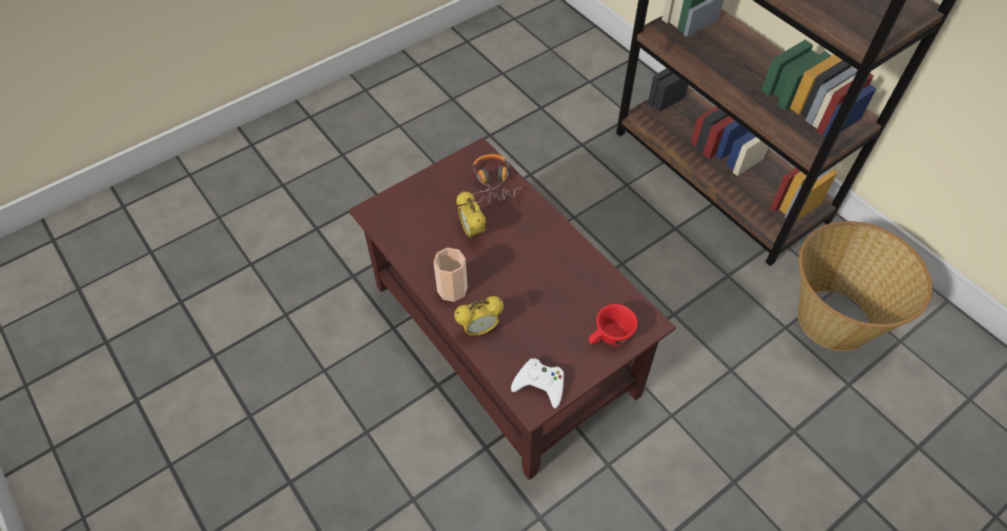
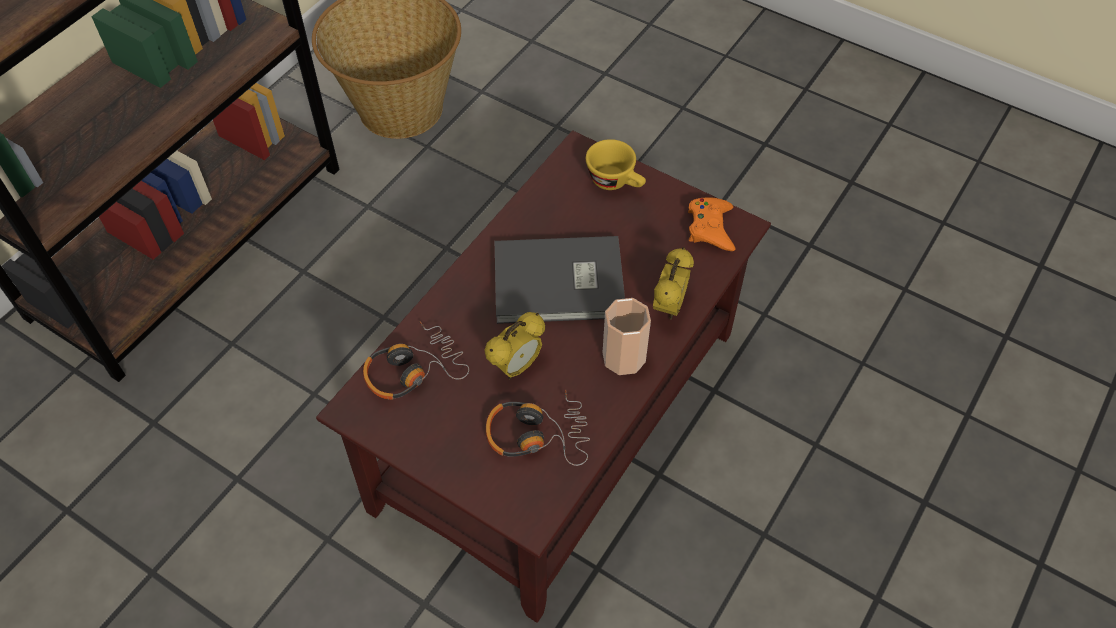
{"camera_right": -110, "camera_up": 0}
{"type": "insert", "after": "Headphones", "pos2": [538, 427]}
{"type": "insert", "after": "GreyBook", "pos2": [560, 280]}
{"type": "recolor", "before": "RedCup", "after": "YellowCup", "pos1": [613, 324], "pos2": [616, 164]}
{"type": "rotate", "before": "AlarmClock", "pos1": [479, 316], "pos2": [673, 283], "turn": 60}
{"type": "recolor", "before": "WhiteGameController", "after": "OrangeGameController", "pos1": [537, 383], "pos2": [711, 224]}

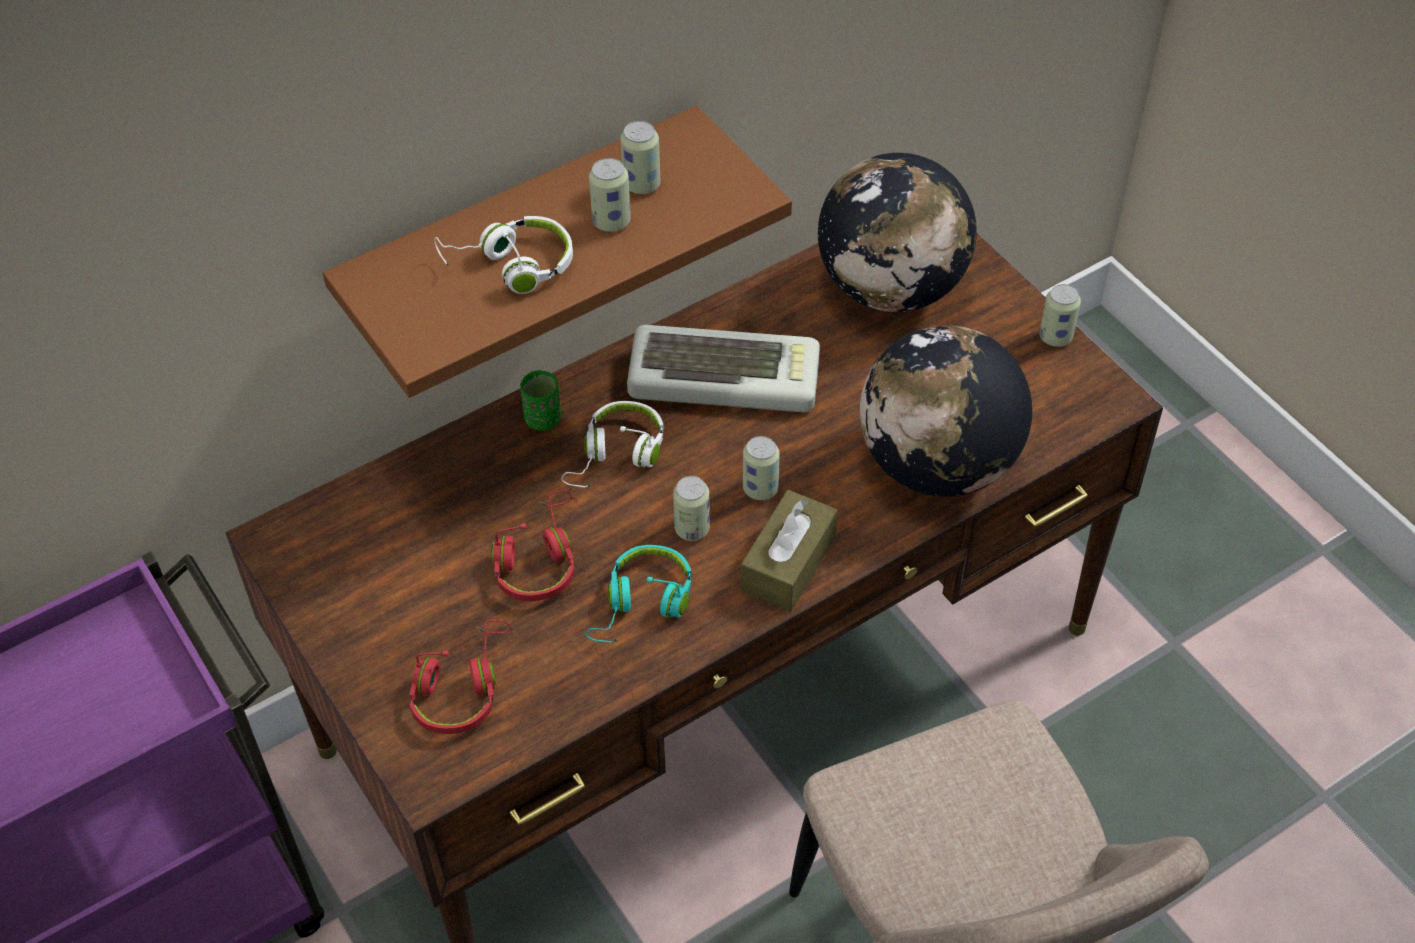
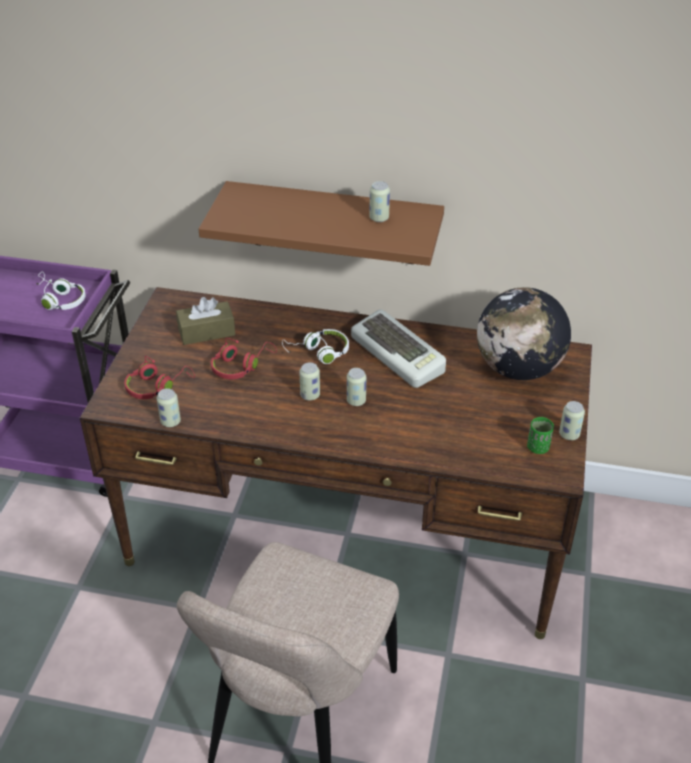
{"camera_right": 45, "camera_up": -10}
{"type": "move", "before": "WhiteHeadphones", "pos1": [503, 255], "pos2": [61, 290]}
{"type": "move", "before": "Can", "pos1": [610, 195], "pos2": [169, 407]}
{"type": "move", "before": "BrownTissueBox", "pos1": [789, 551], "pos2": [205, 321]}
{"type": "move", "before": "GreenCup", "pos1": [540, 400], "pos2": [540, 435]}
{"type": "delete", "before": "TurquoiseHeadphones", "pos1": [639, 594]}
{"type": "delete", "before": "Globe", "pos1": [946, 411]}

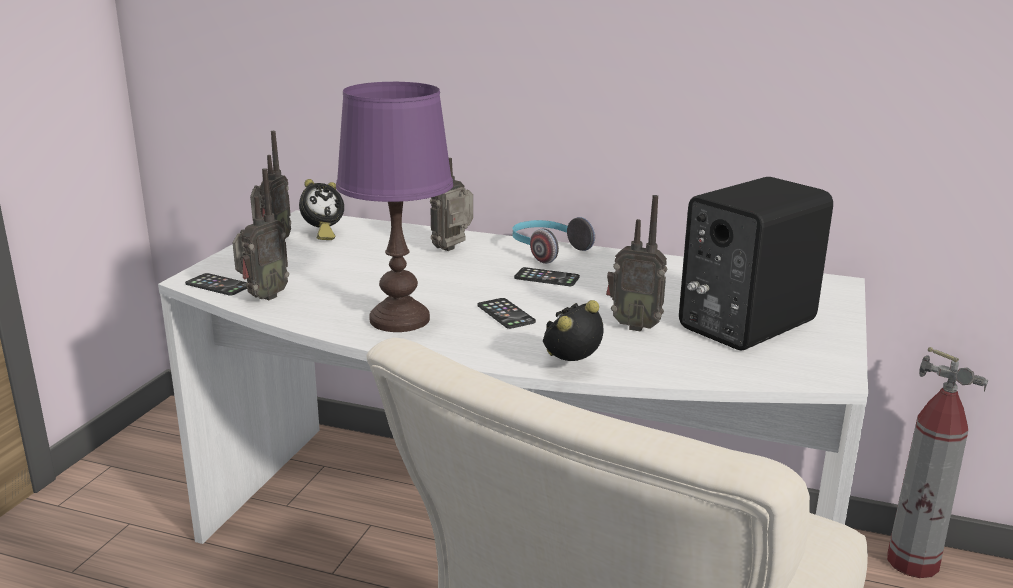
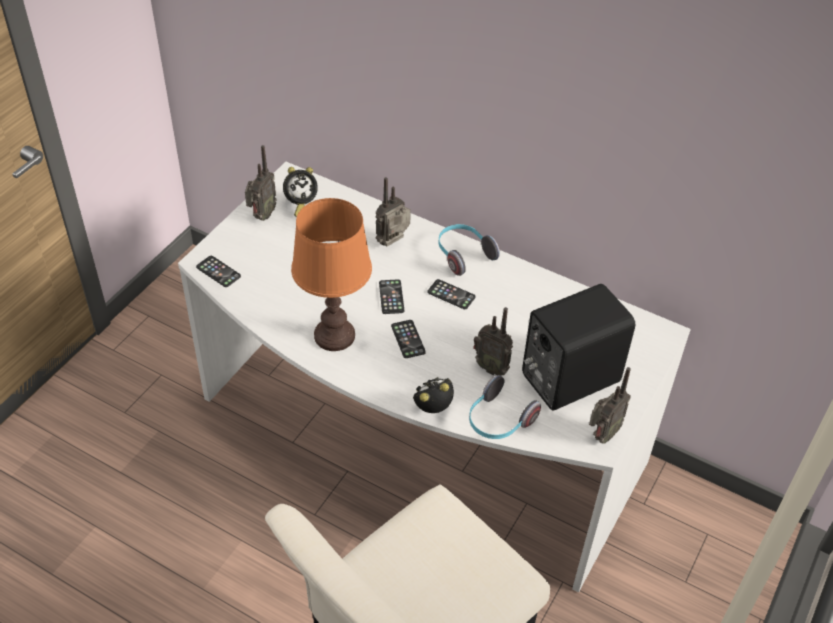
{"camera_right": 10, "camera_up": 25}
{"type": "recolor", "before": "PurpleTableLamp", "after": "OrangeTableLamp", "pos1": [394, 207], "pos2": [331, 274]}
{"type": "insert", "after": "Phone", "pos2": [391, 296]}
{"type": "insert", "after": "Headphones", "pos2": [505, 407]}
{"type": "move", "before": "Radio", "pos1": [261, 234], "pos2": [610, 405]}
{"type": "delete", "before": "FireExtinguisher", "pos1": [937, 462]}

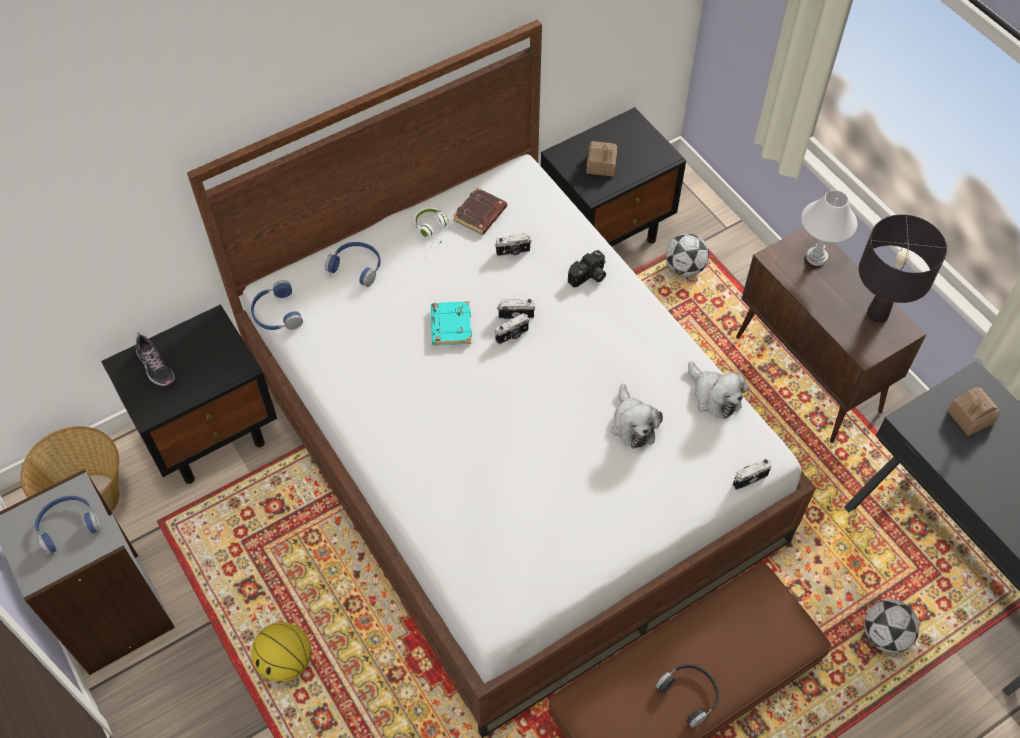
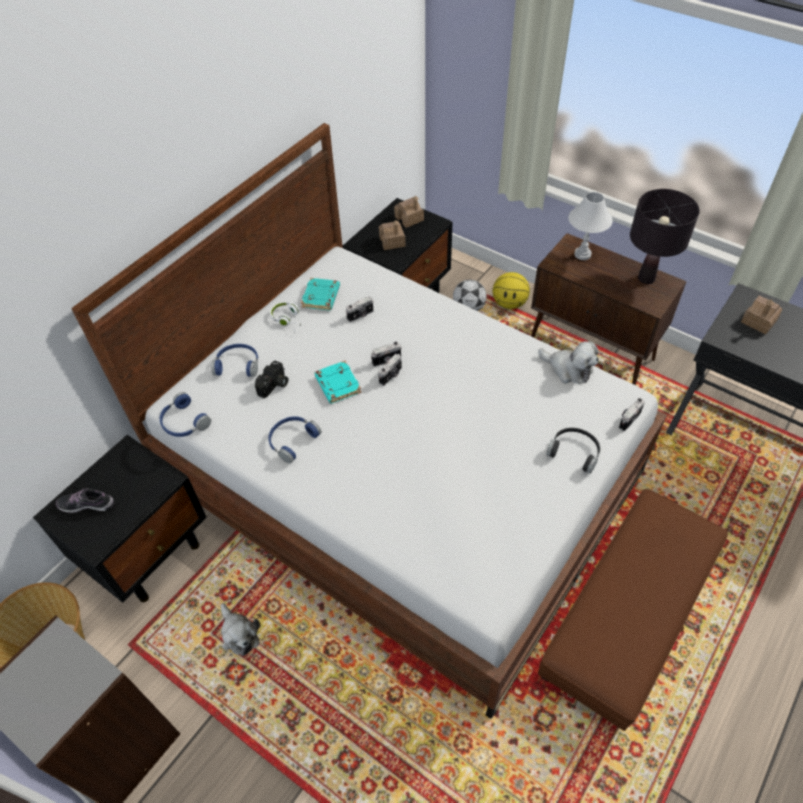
{"camera_right": -20, "camera_up": -5}
{"type": "rotate", "before": "Shoe", "pos1": [155, 359], "pos2": [85, 500], "turn": 150}
{"type": "move", "before": "PlushToy", "pos1": [637, 416], "pos2": [240, 629]}
{"type": "move", "before": "PhotoCamera", "pos1": [587, 268], "pos2": [272, 379]}
{"type": "move", "before": "BlueHeadphones", "pos1": [68, 525], "pos2": [295, 439]}
{"type": "recolor", "before": "BrownBook", "after": "TurquoiseBook", "pos1": [480, 211], "pos2": [320, 294]}
{"type": "insert", "after": "ToyHouse", "pos2": [409, 211]}
{"type": "move", "before": "Basketball", "pos1": [281, 652], "pos2": [511, 290]}
{"type": "move", "before": "BlackHeadphones", "pos1": [687, 696], "pos2": [573, 451]}
{"type": "delete", "before": "Football", "pos1": [891, 626]}

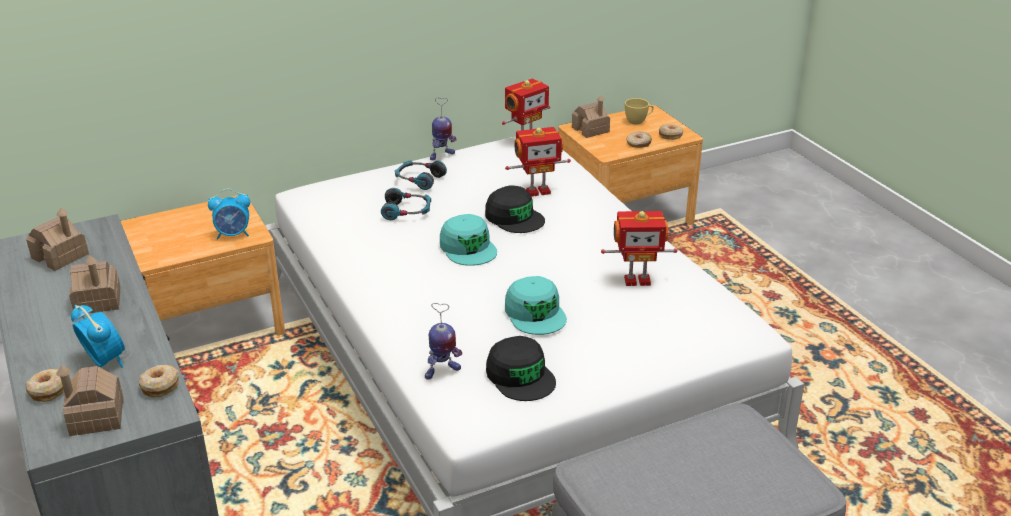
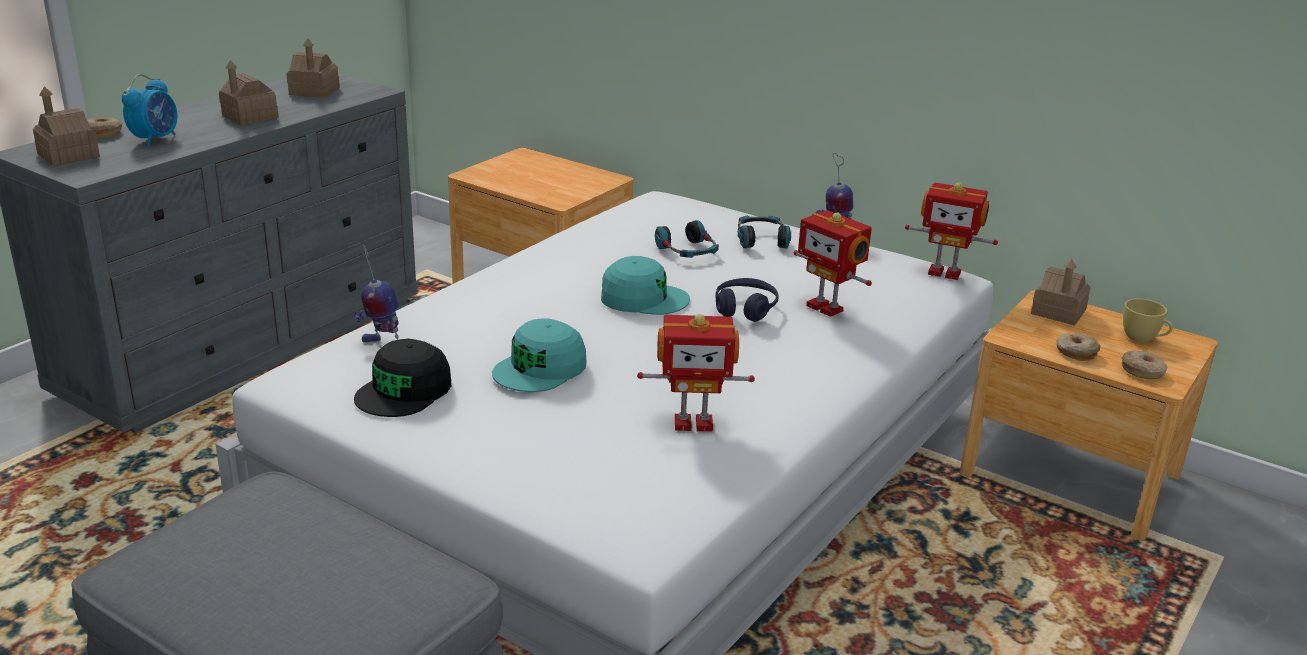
{"camera_right": 60, "camera_up": -5}
{"type": "rotate", "before": "TurquoiseCap", "pos1": [468, 240], "pos2": [645, 285], "turn": -120}
{"type": "rotate", "before": "ToyRobot", "pos1": [639, 248], "pos2": [696, 373], "turn": -60}
{"type": "replace", "before": "BlackCap", "after": "PurpleHeadphones", "pos1": [515, 209], "pos2": [746, 300]}
{"type": "delete", "before": "Donut", "pos1": [158, 381]}
{"type": "delete", "before": "AlarmClock", "pos1": [229, 214]}

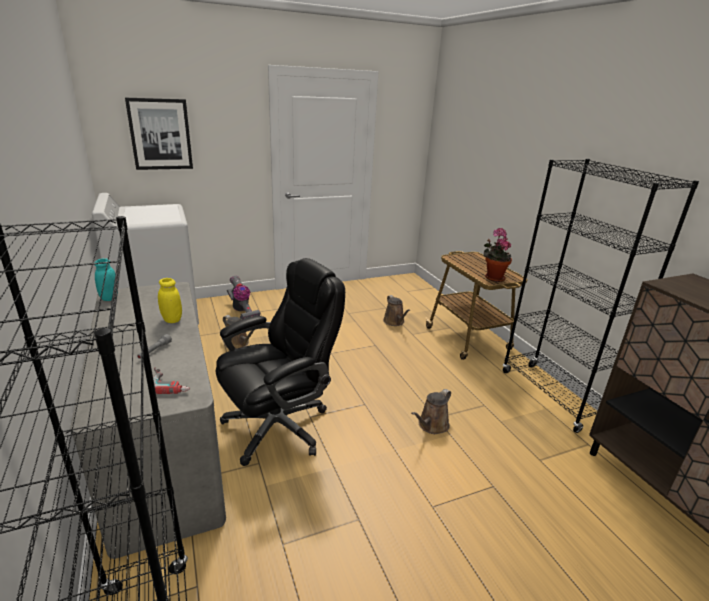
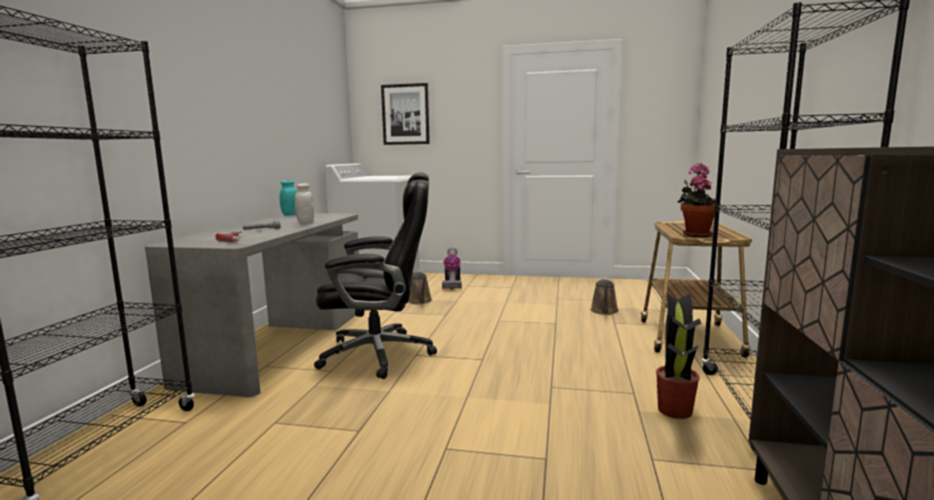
{"camera_right": 35, "camera_up": -15}
{"type": "recolor", "before": "YellowJar", "after": "WhiteJar", "pos1": [170, 300], "pos2": [304, 204]}
{"type": "insert", "after": "PottedPlant", "pos2": [678, 355]}
{"type": "delete", "before": "BrownWateringCan", "pos1": [431, 411]}

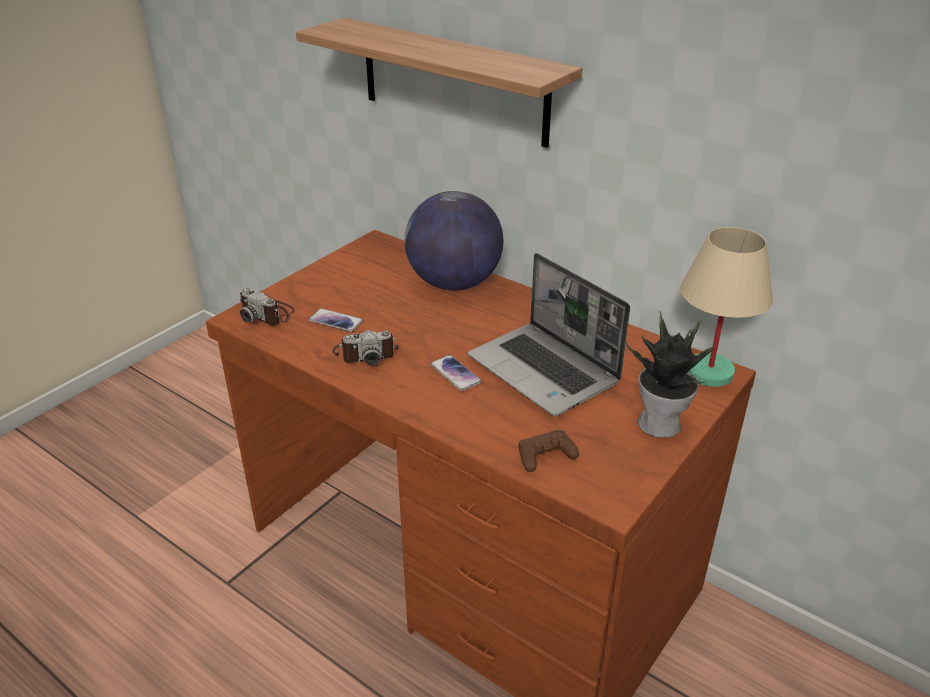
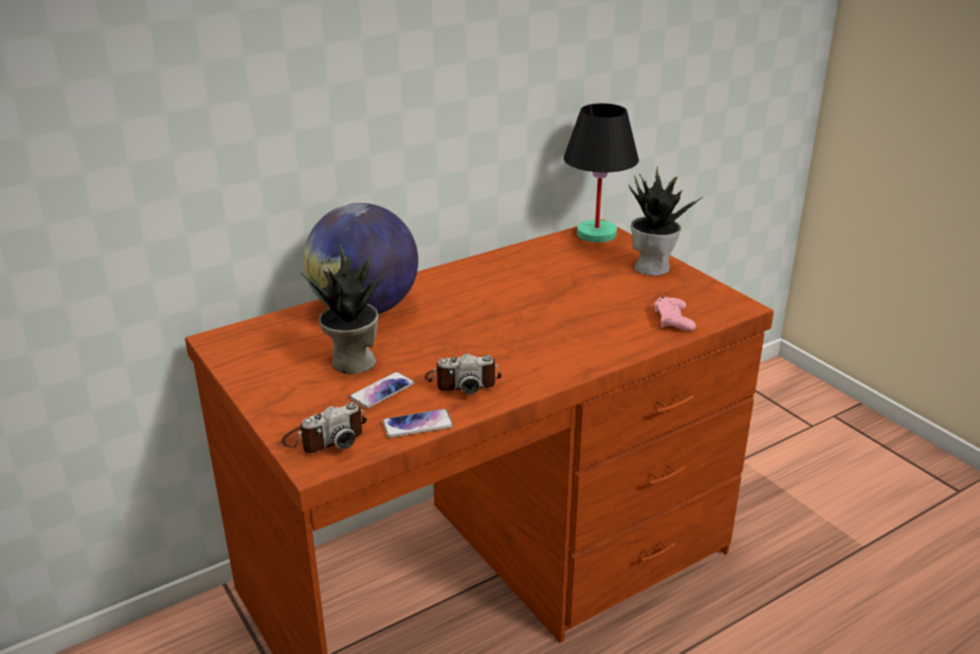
{"camera_right": -70, "camera_up": -5}
{"type": "insert", "after": "PottedPlant", "pos2": [344, 309]}
{"type": "move", "before": "Phone", "pos1": [456, 373], "pos2": [417, 423]}
{"type": "rotate", "before": "PhotoCamera", "pos1": [365, 347], "pos2": [462, 373], "turn": 75}
{"type": "recolor", "before": "BeigeTableLamp", "after": "BlackTableLamp", "pos1": [726, 307], "pos2": [601, 173]}
{"type": "recolor", "before": "BrownGameController", "after": "PinkGameController", "pos1": [548, 451], "pos2": [675, 314]}
{"type": "delete", "before": "Shelf", "pos1": [439, 83]}
{"type": "delete", "before": "Laptop", "pos1": [549, 334]}

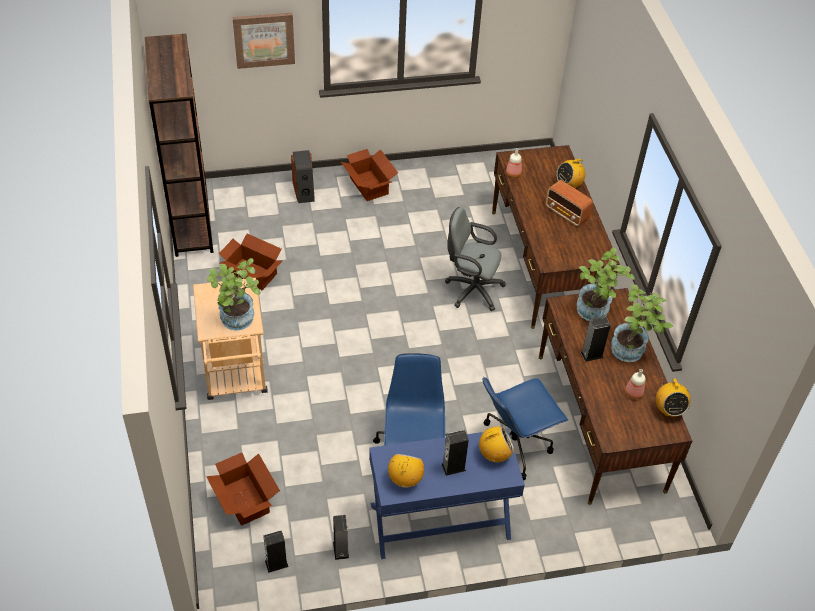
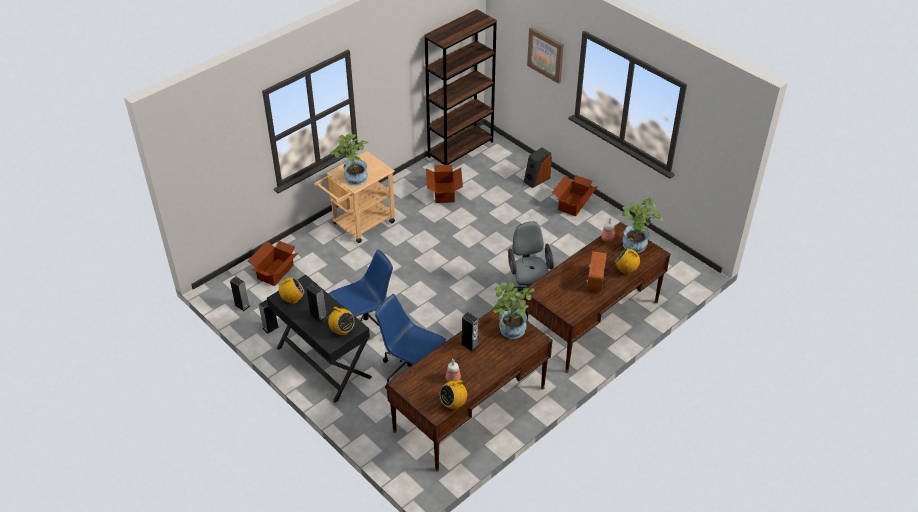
{"camera_right": 60, "camera_up": -5}
{"type": "recolor", "before": "BlueDesk", "after": "BlackDesk", "pos1": [447, 494], "pos2": [319, 338]}
{"type": "move", "before": "PottedPlant", "pos1": [642, 323], "pos2": [643, 225]}

